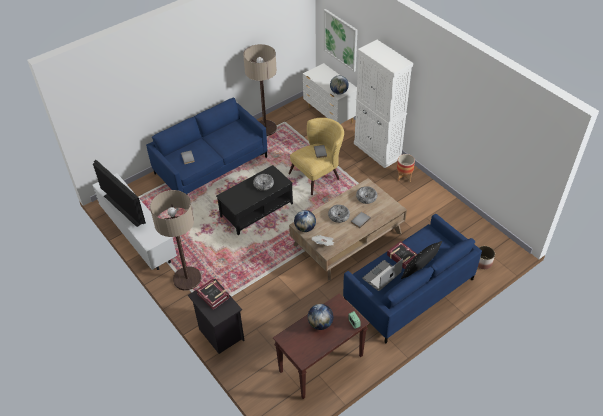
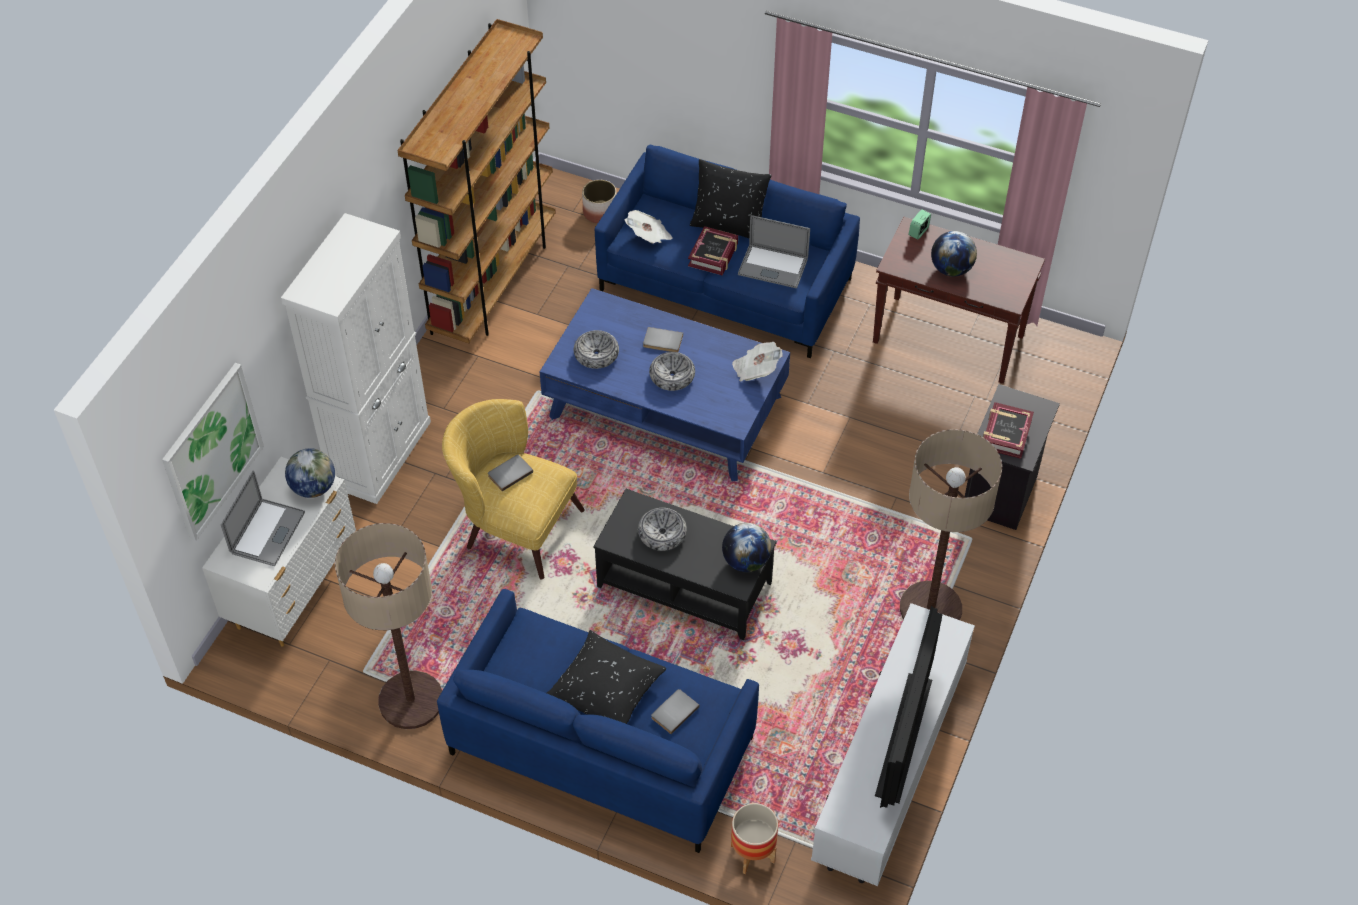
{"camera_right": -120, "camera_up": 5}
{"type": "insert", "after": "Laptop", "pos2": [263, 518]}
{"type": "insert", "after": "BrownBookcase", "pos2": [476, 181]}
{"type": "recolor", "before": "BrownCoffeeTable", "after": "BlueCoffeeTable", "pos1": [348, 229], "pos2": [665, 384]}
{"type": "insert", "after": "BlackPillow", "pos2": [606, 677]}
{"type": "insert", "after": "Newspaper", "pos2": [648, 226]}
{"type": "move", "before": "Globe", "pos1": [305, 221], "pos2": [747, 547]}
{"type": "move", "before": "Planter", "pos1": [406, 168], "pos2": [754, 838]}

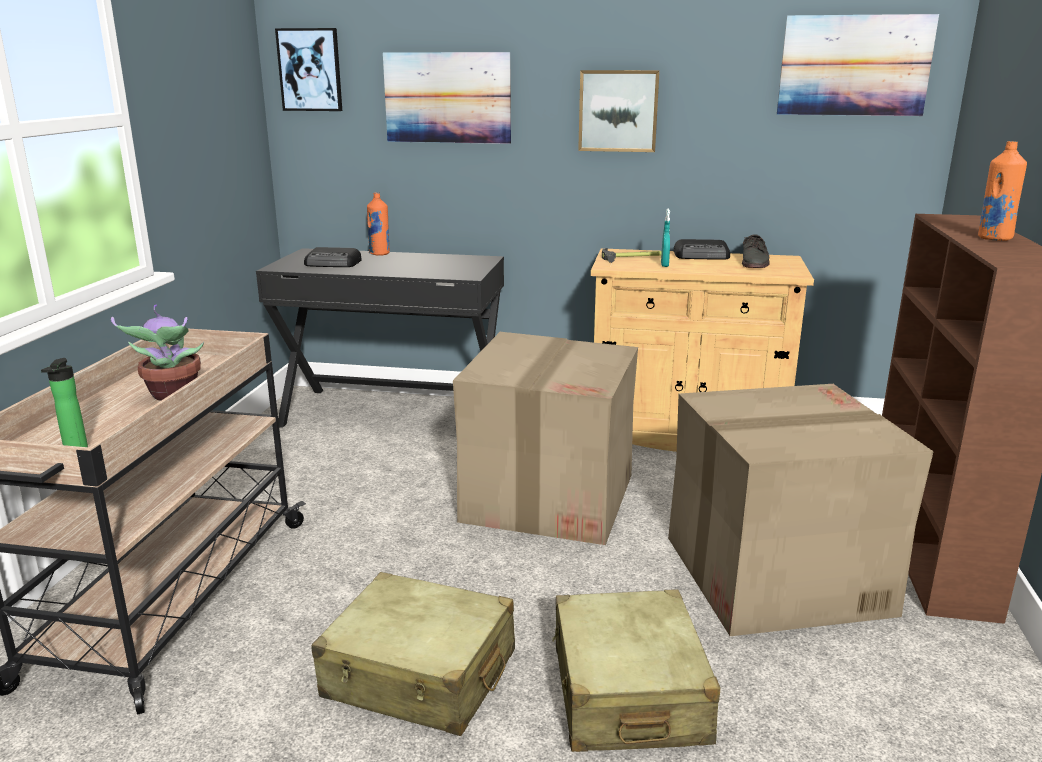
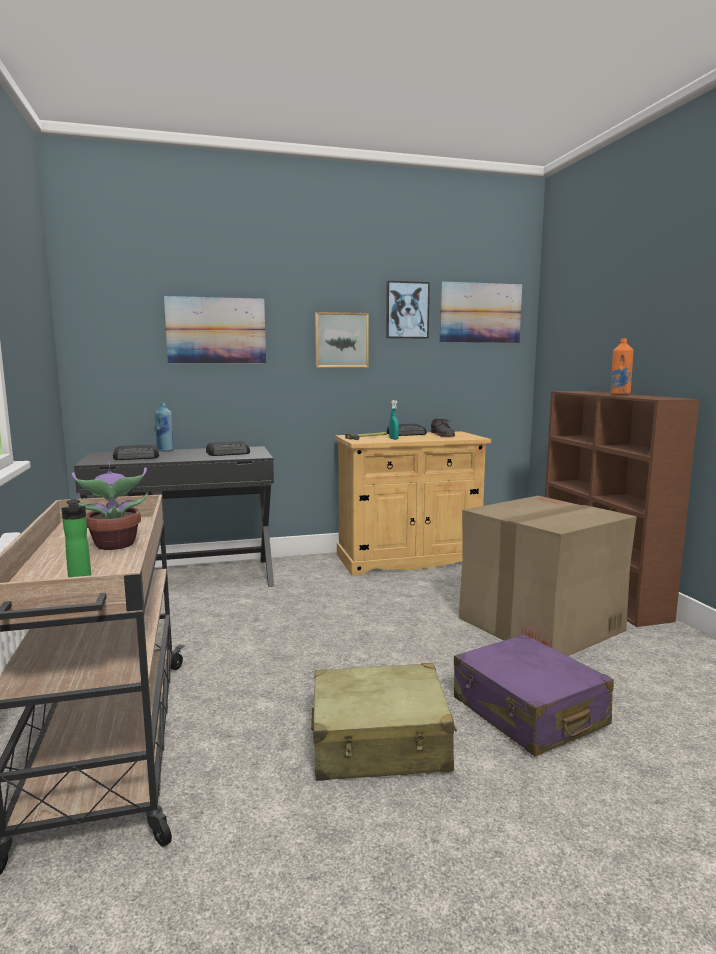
{"camera_right": -25, "camera_up": -10}
{"type": "recolor", "before": "OrangeBottle", "after": "BlueBottle", "pos1": [378, 224], "pos2": [164, 427]}
{"type": "insert", "after": "Radio", "pos2": [228, 448]}
{"type": "move", "before": "Picture", "pos1": [308, 69], "pos2": [408, 310]}
{"type": "recolor", "before": "BeigeSuitcase", "after": "PurpleSuitcase", "pos1": [636, 670], "pos2": [534, 695]}
{"type": "delete", "before": "CardboardBox", "pos1": [545, 438]}

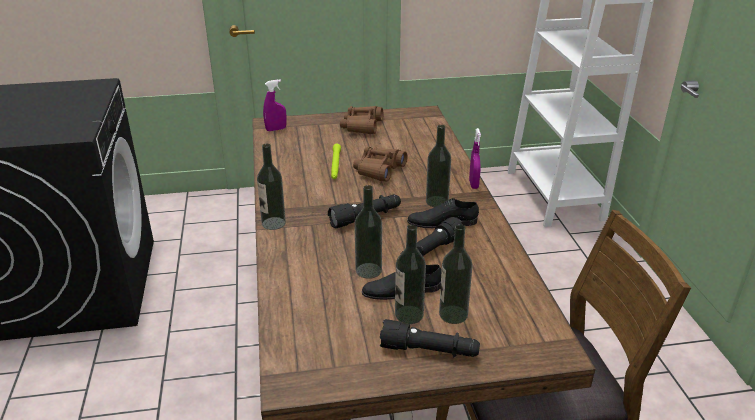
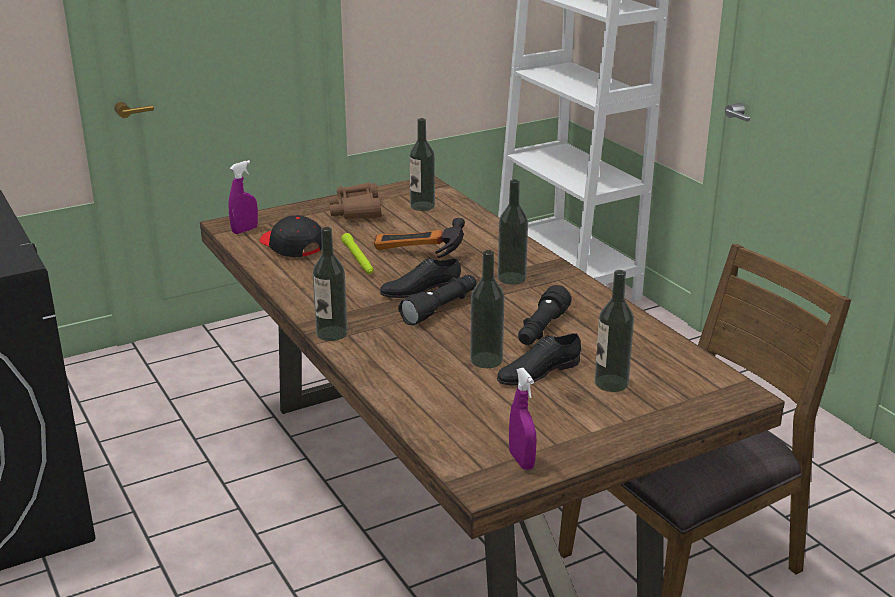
{"camera_right": -20, "camera_up": -5}
{"type": "insert", "after": "BlackCap", "pos2": [290, 236]}
{"type": "replace", "before": "BrownBinoculars", "after": "Hammer", "pos1": [380, 164], "pos2": [419, 238]}
{"type": "move", "before": "BlackShoe", "pos1": [443, 213], "pos2": [420, 278]}
{"type": "move", "before": "Bottle", "pos1": [410, 274], "pos2": [422, 164]}
{"type": "move", "before": "PurpleSprayBottle", "pos1": [475, 158], "pos2": [523, 419]}
{"type": "delete", "before": "BlackFlashlight", "pos1": [430, 338]}

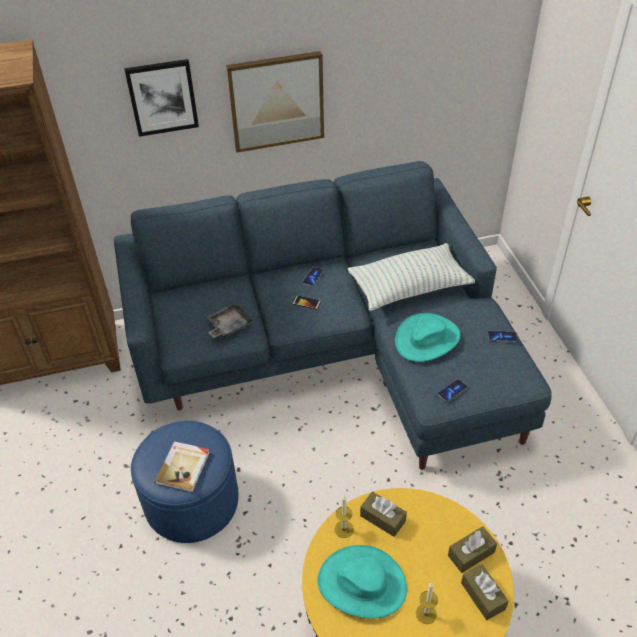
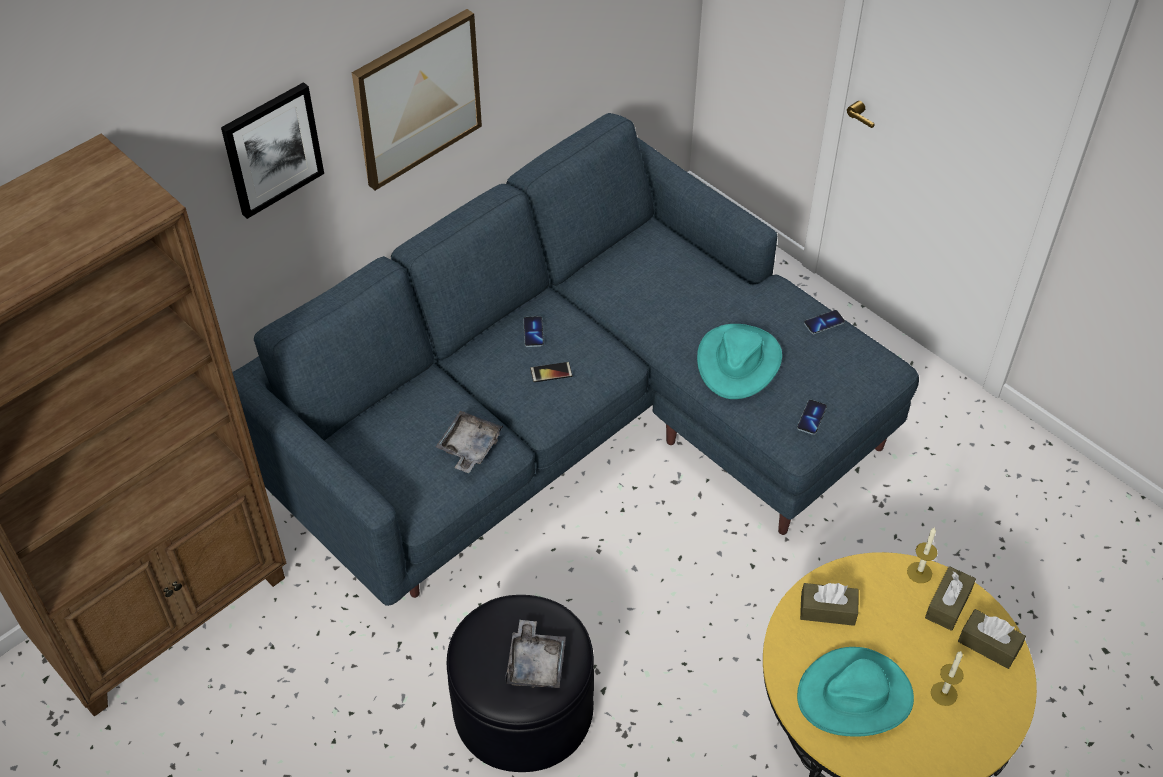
{"camera_right": -30, "camera_up": 5}
{"type": "recolor", "before": "BlueOttoman", "after": "BlackOttoman", "pos1": [185, 482], "pos2": [520, 683]}
{"type": "replace", "before": "Book", "after": "GreyTray", "pos1": [182, 467], "pos2": [535, 654]}
{"type": "move", "before": "Candle", "pos1": [344, 517], "pos2": [922, 555]}
{"type": "delete", "before": "Pillow", "pos1": [411, 277]}

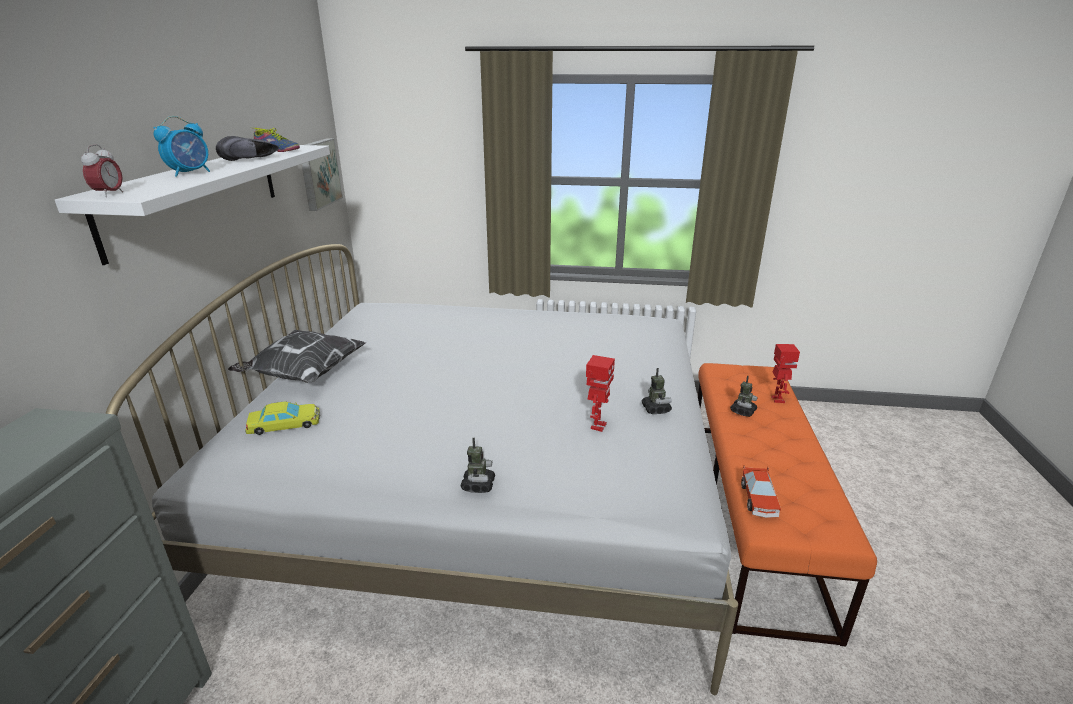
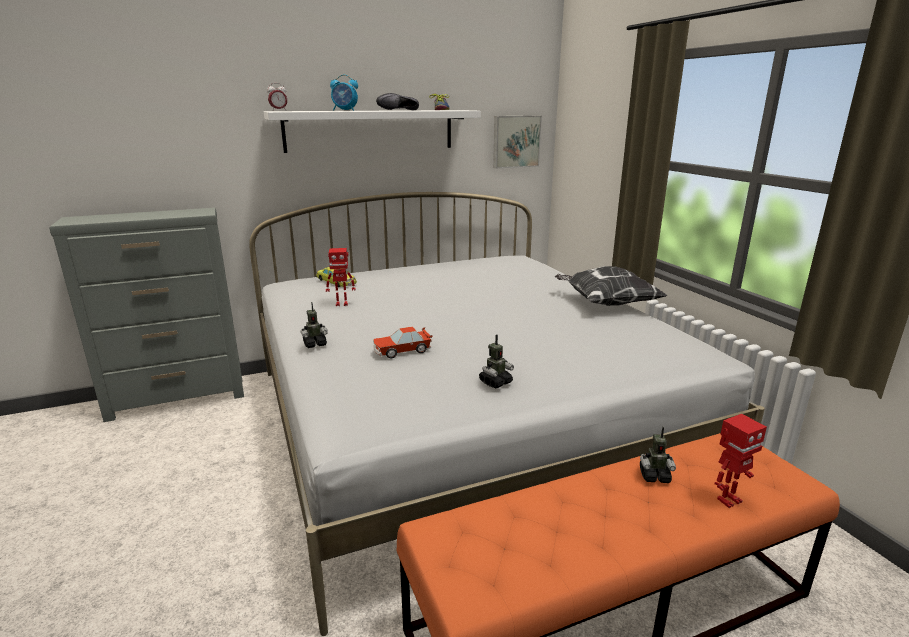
{"camera_right": 60, "camera_up": -5}
{"type": "move", "before": "ToyRobot", "pos1": [600, 393], "pos2": [341, 277]}
{"type": "move", "before": "ToyCar", "pos1": [761, 492], "pos2": [403, 342]}
{"type": "move", "before": "Pillow", "pos1": [297, 356], "pos2": [611, 286]}

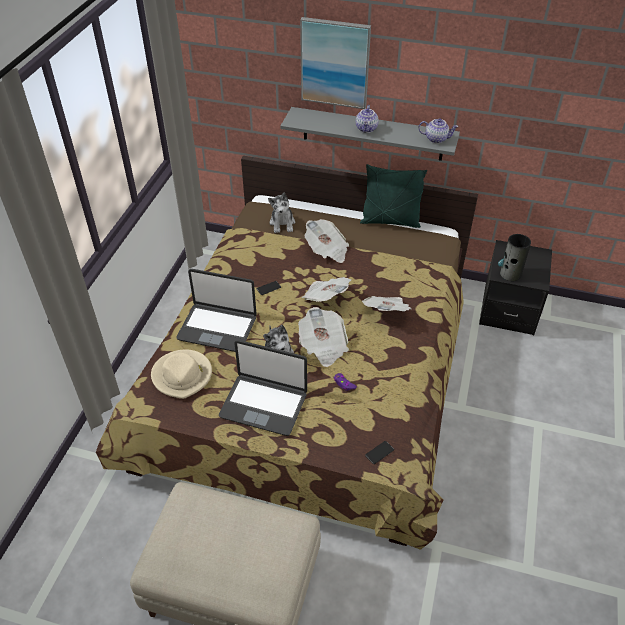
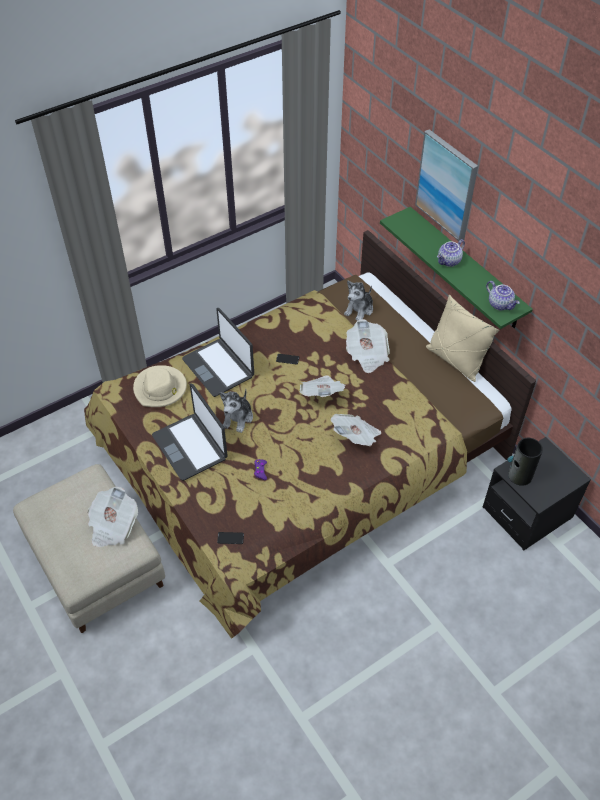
{"camera_right": 40, "camera_up": 5}
{"type": "move", "before": "Newspaper", "pos1": [323, 337], "pos2": [113, 517]}
{"type": "recolor", "before": "GreyShelf", "after": "GreenShelf", "pos1": [370, 134], "pos2": [456, 268]}
{"type": "recolor", "before": "GreenPillow", "after": "BeigePillow", "pos1": [393, 196], "pos2": [462, 338]}

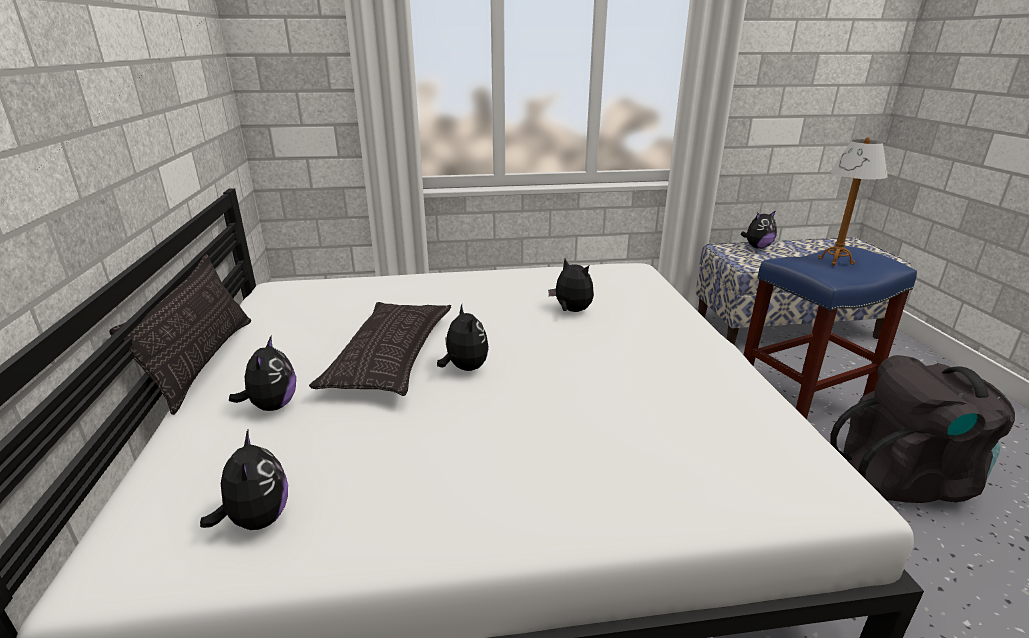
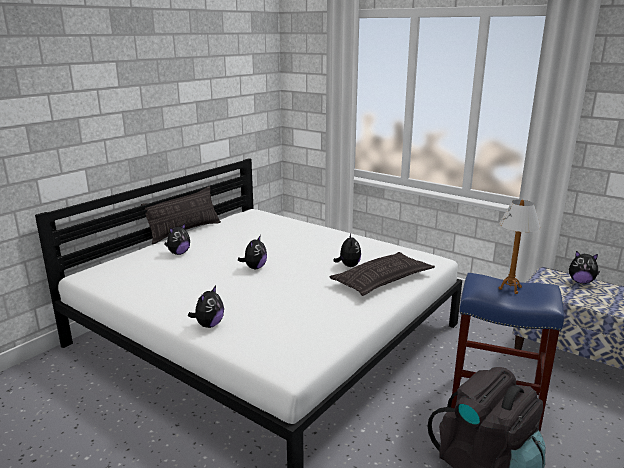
{"camera_right": 45, "camera_up": -5}
{"type": "move", "before": "PlushToy", "pos1": [244, 480], "pos2": [206, 307]}
{"type": "move", "before": "Pillow", "pos1": [380, 349], "pos2": [382, 274]}

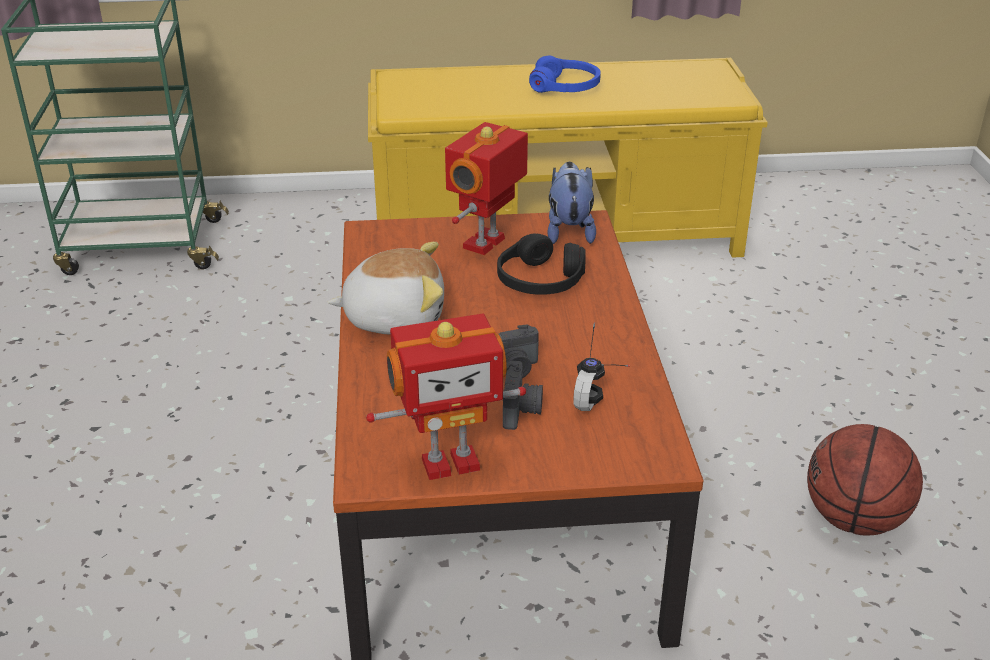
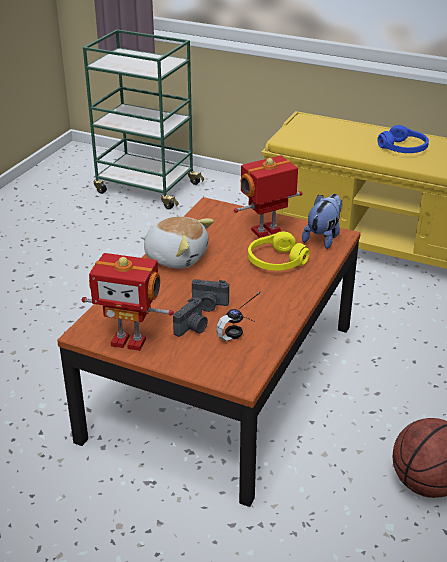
{"camera_right": 30, "camera_up": 0}
{"type": "recolor", "before": "BlackHeadphones", "after": "YellowHeadphones", "pos1": [541, 264], "pos2": [278, 251]}

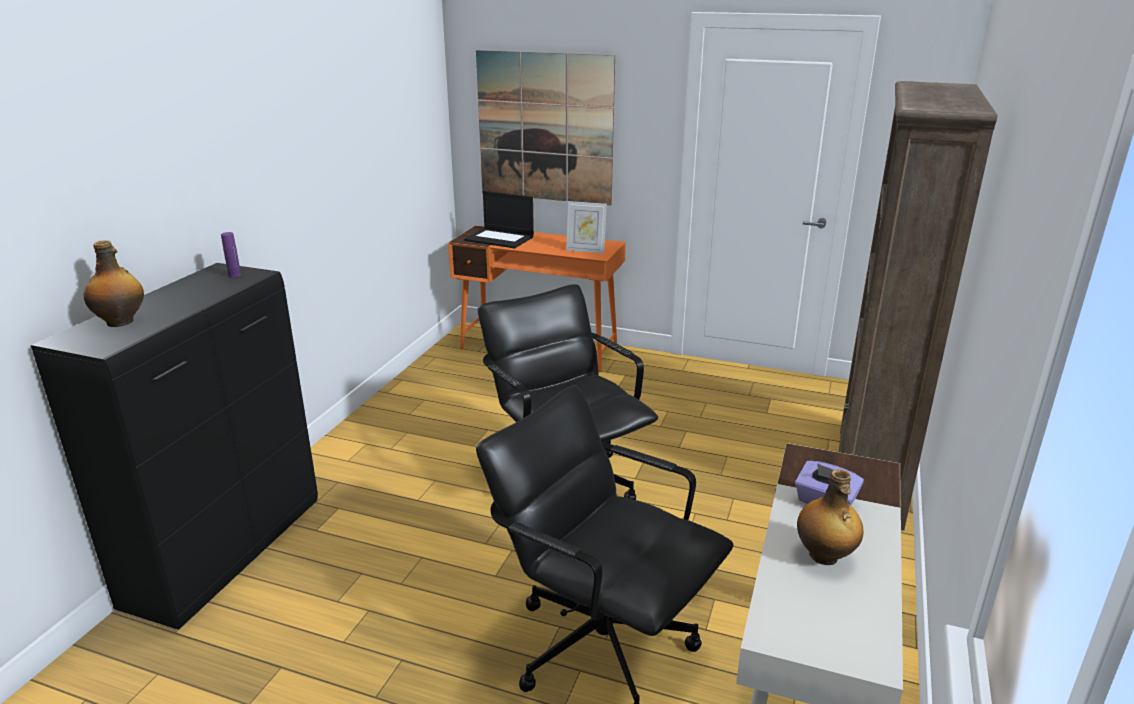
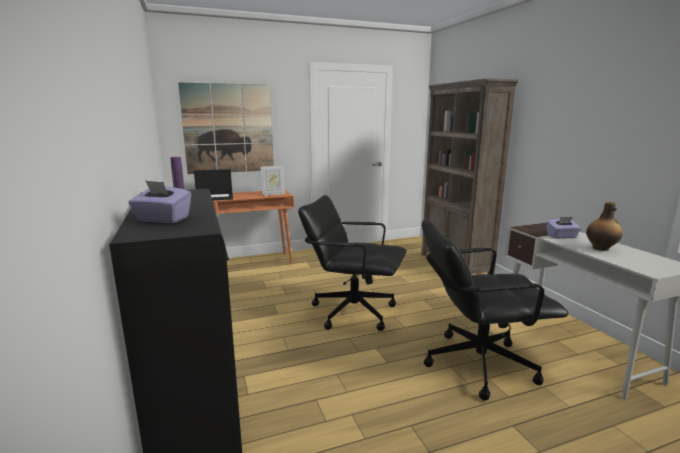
{"camera_right": -40, "camera_up": -10}
{"type": "replace", "before": "Bottle", "after": "PurpleTissueBox", "pos1": [114, 283], "pos2": [160, 201]}

